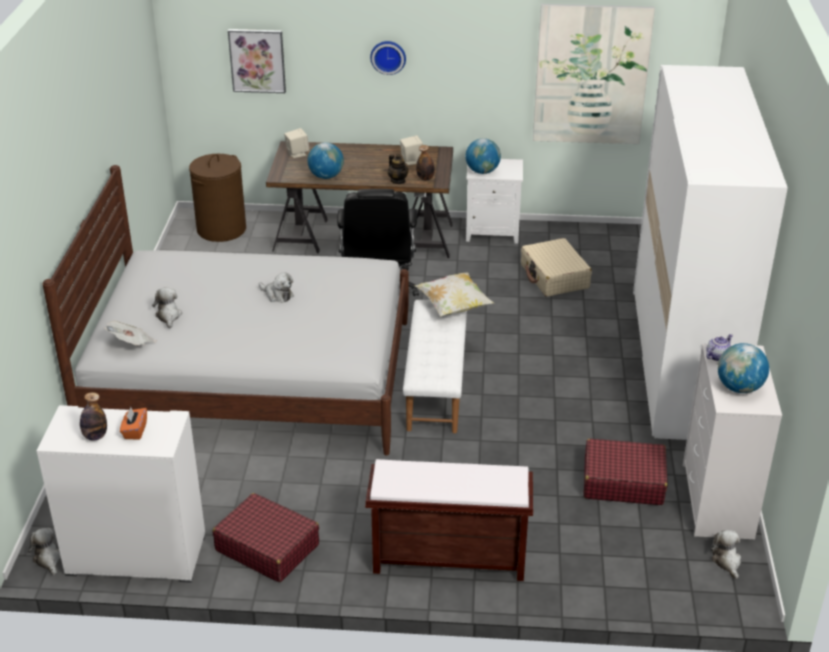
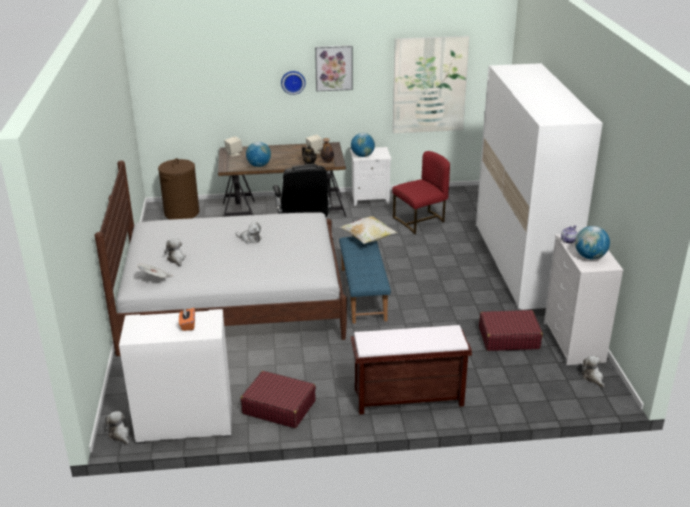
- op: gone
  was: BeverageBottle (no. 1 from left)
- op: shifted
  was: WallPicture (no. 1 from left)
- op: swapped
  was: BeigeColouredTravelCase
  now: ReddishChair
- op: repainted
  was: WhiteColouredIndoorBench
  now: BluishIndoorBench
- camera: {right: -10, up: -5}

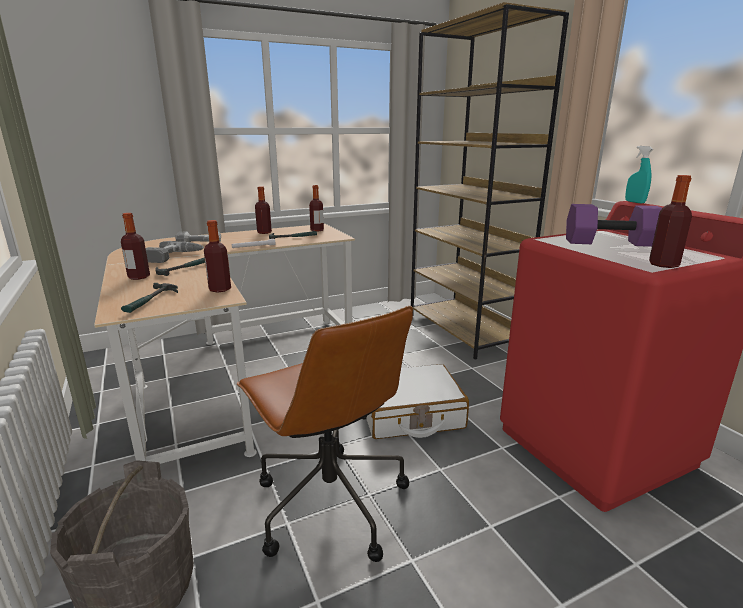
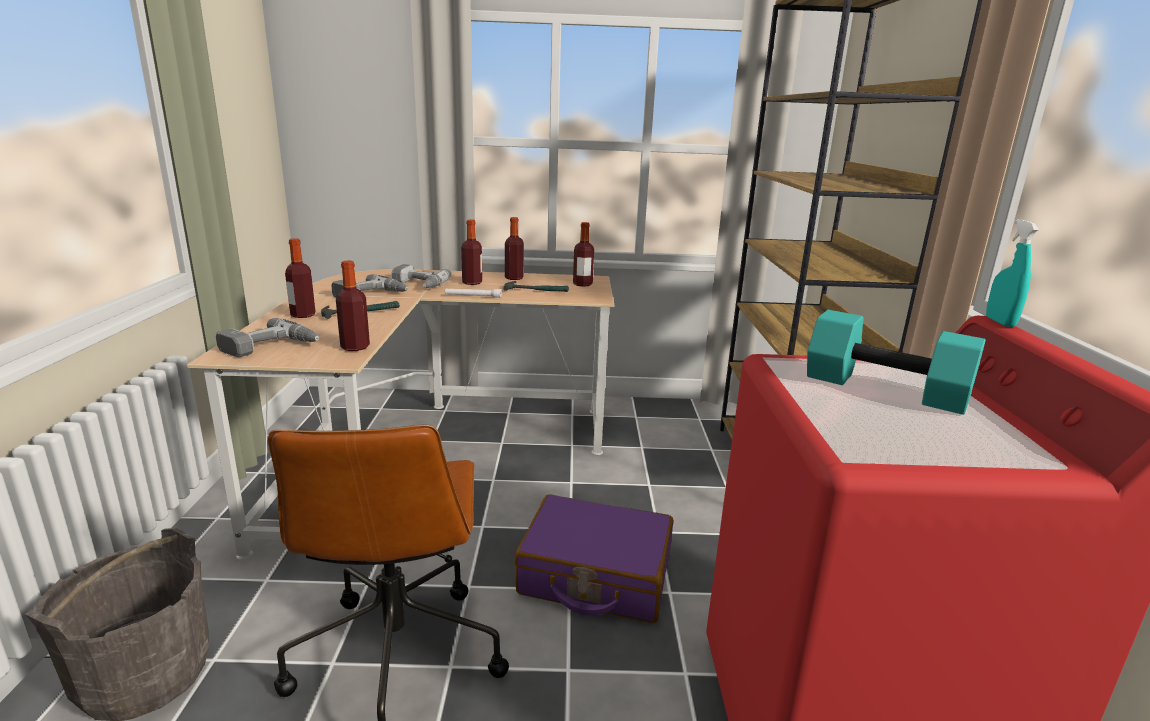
- op: shifted
  was: BeverageBottle (no. 5 from left in the first image)
  now: BeverageBottle (no. 3 from left)
- op: swapped
  was: HandHammer (no. 1 from left)
  now: PowerDrill (no. 1 from left)
- op: repainted
  was: WhiteColouredTravelCase
  now: PurpleColouredTravelCase
- op: repainted
  was: PurpleColouredDumbbell
  now: TurquoiseDumbbell
- camera: {right: 25, up: 0}

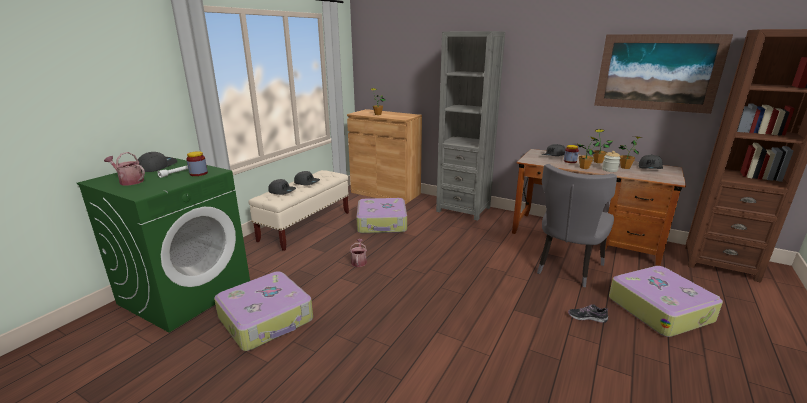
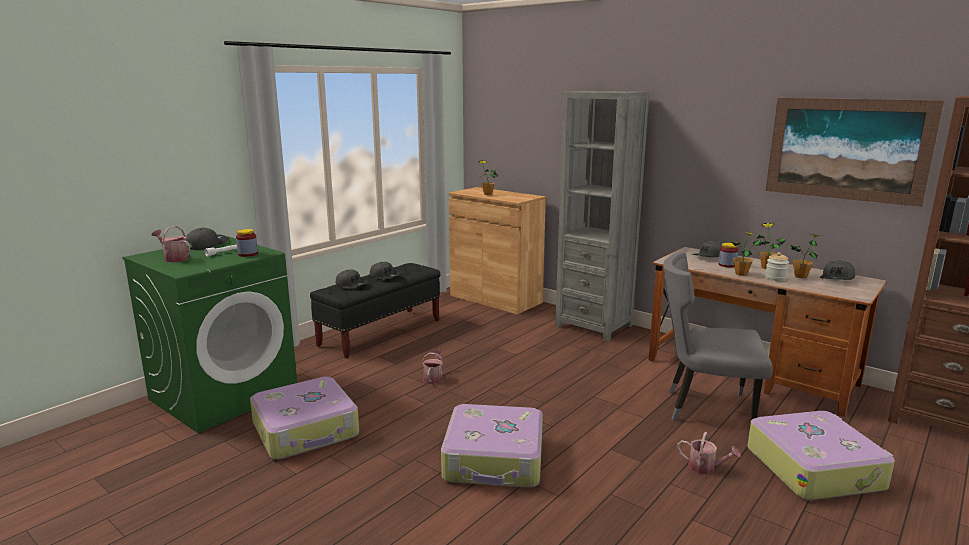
- op: shifted
  was: TravelCase (no. 2 from left)
- op: swapped
  was: ItemOfFootwear
  now: WateringPot (no. 3 from left)
- op: repainted
  was: BeigeColouredIndoorBench
  now: BlackishIndoorBench
- op: rotated
  was: GrayChair
  clockwise: 60
- camera: {right: 10, up: -5}

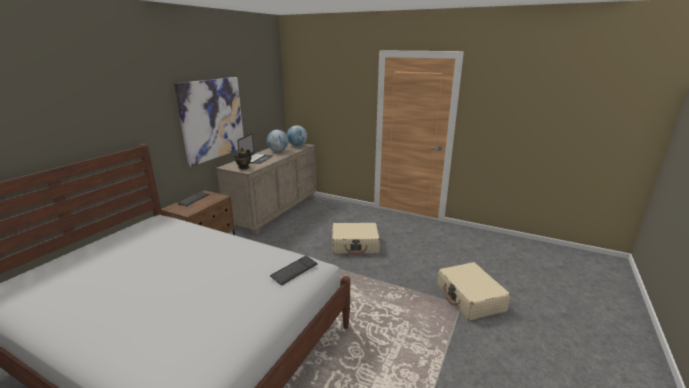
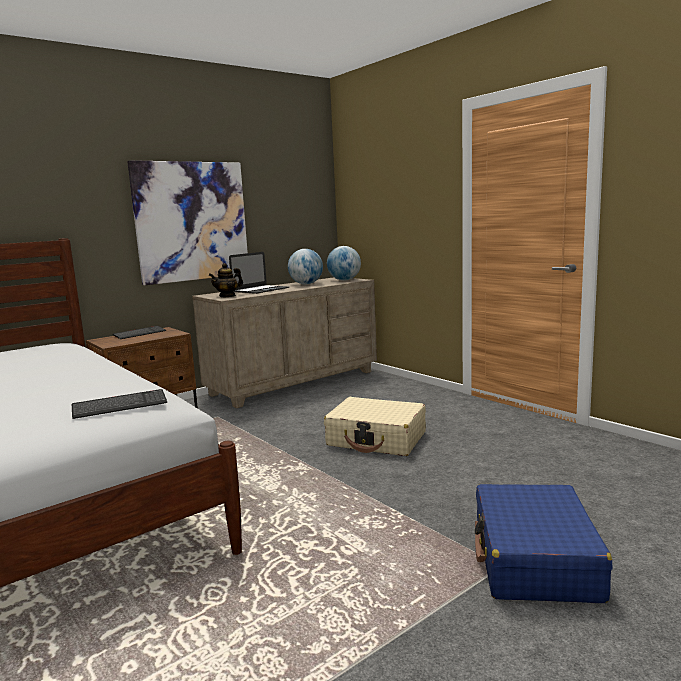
- op: repainted
  was: BeigeColouredTravelCase (no. 2 from left)
  now: BluishTravelCase
- camera: {right: 25, up: -10}

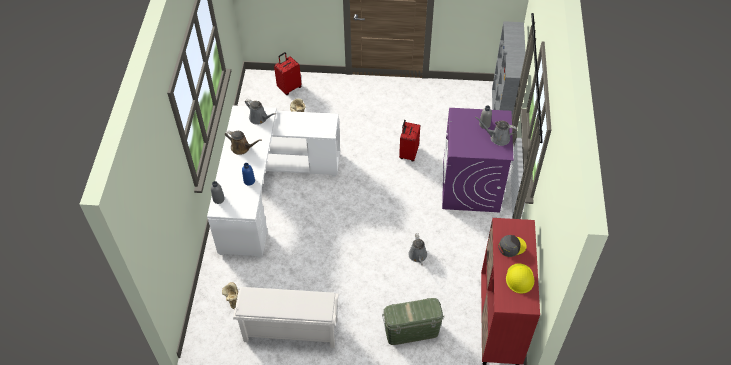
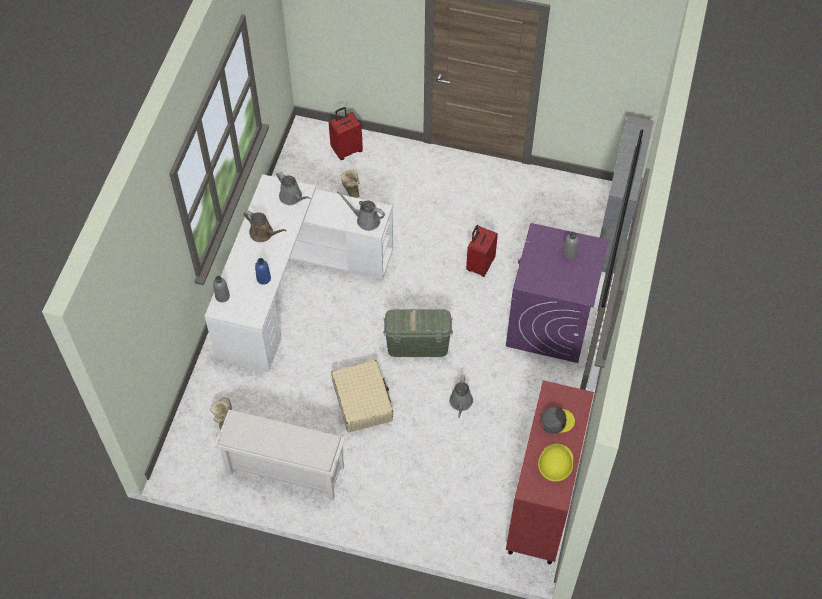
- op: new
  now: BeigeColouredTravelCase
- op: shifted
  was: GreenishStorageContainer
- op: shifted
  was: GrayWateringPot (no. 3 from left in the first image)
  now: GrayWateringPot (no. 2 from left)
- camera: {right: 10, up: 5}

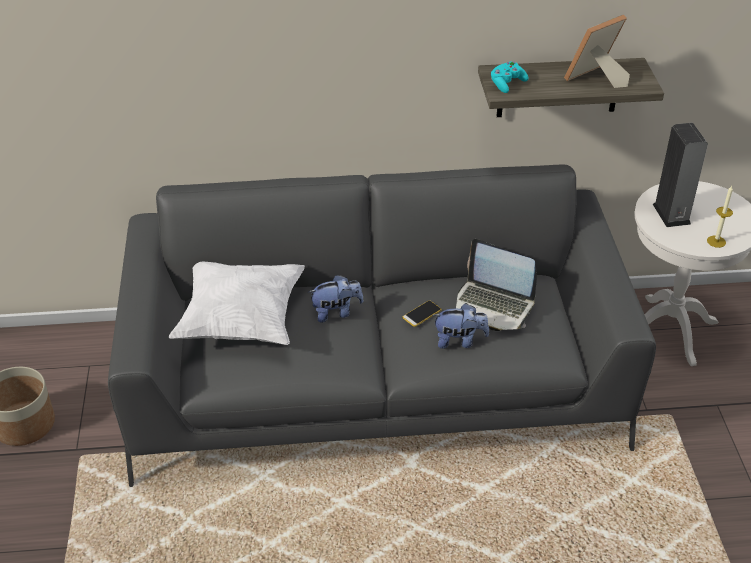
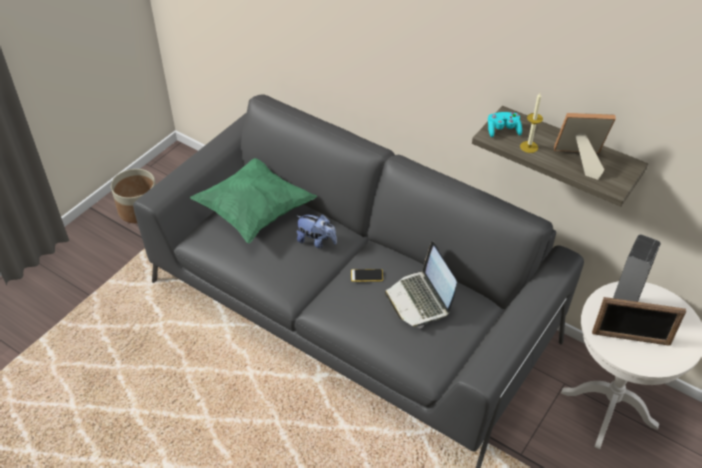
- op: gone
  was: SoftToy (no. 2 from left)
- op: new
  now: PhotoFrame (no. 2 from left)
- op: shifted
  was: WaxCandle
- op: repainted
  was: WhiteColouredThrowPillow
  now: GreenishThrowPillow
- camera: {right: 40, up: 5}

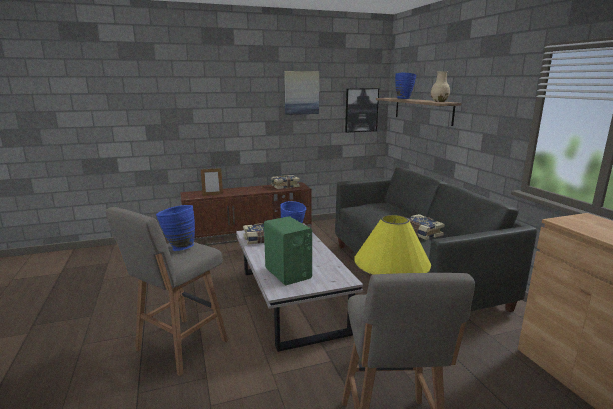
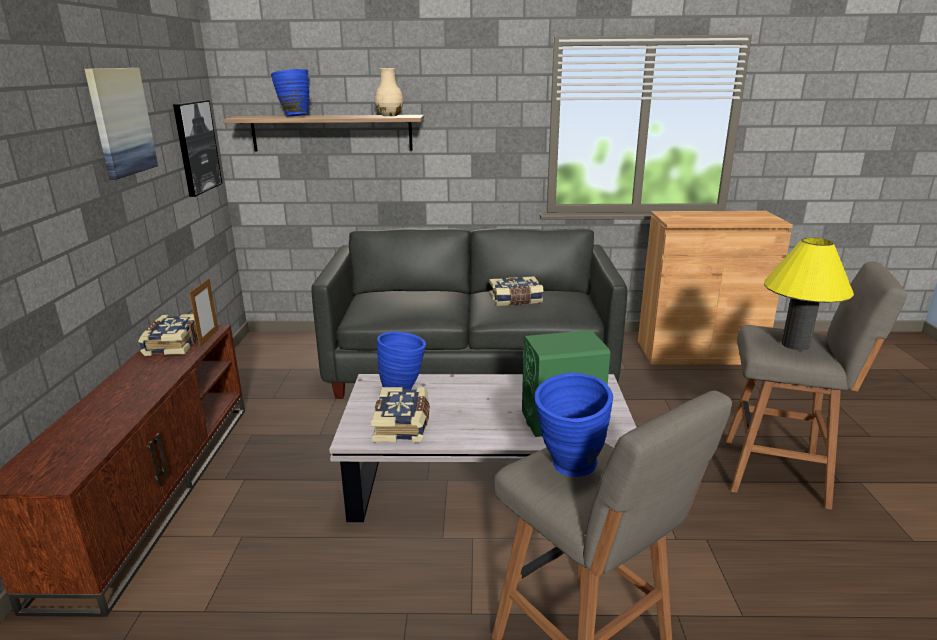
- op: shifted
  was: PhotoFrame
- camera: {right: -70, up: 5}

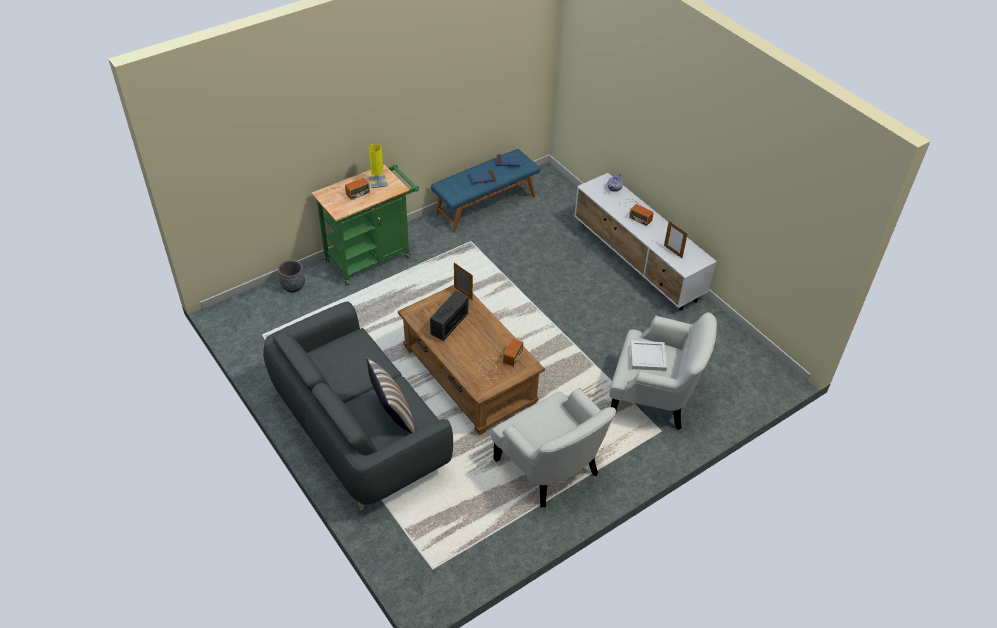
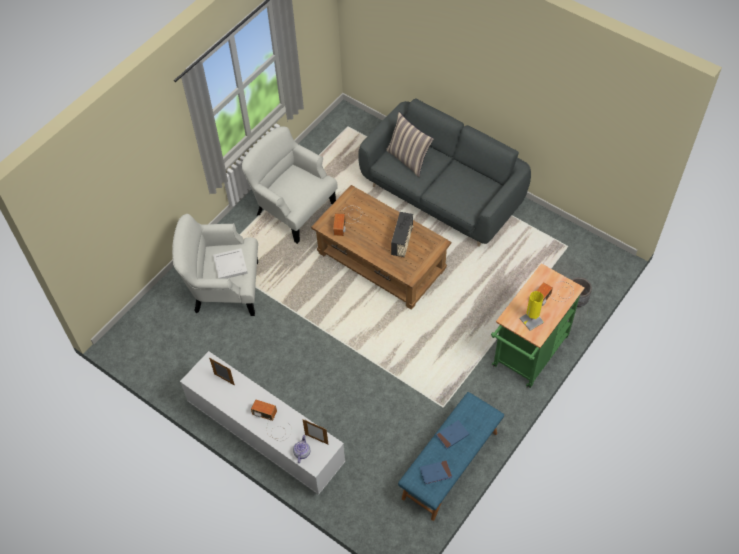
- op: shifted
  was: PhotoFrame (no. 1 from left in the first image)
  now: PhotoFrame (no. 2 from left)
- camera: {right: 165, up: 10}

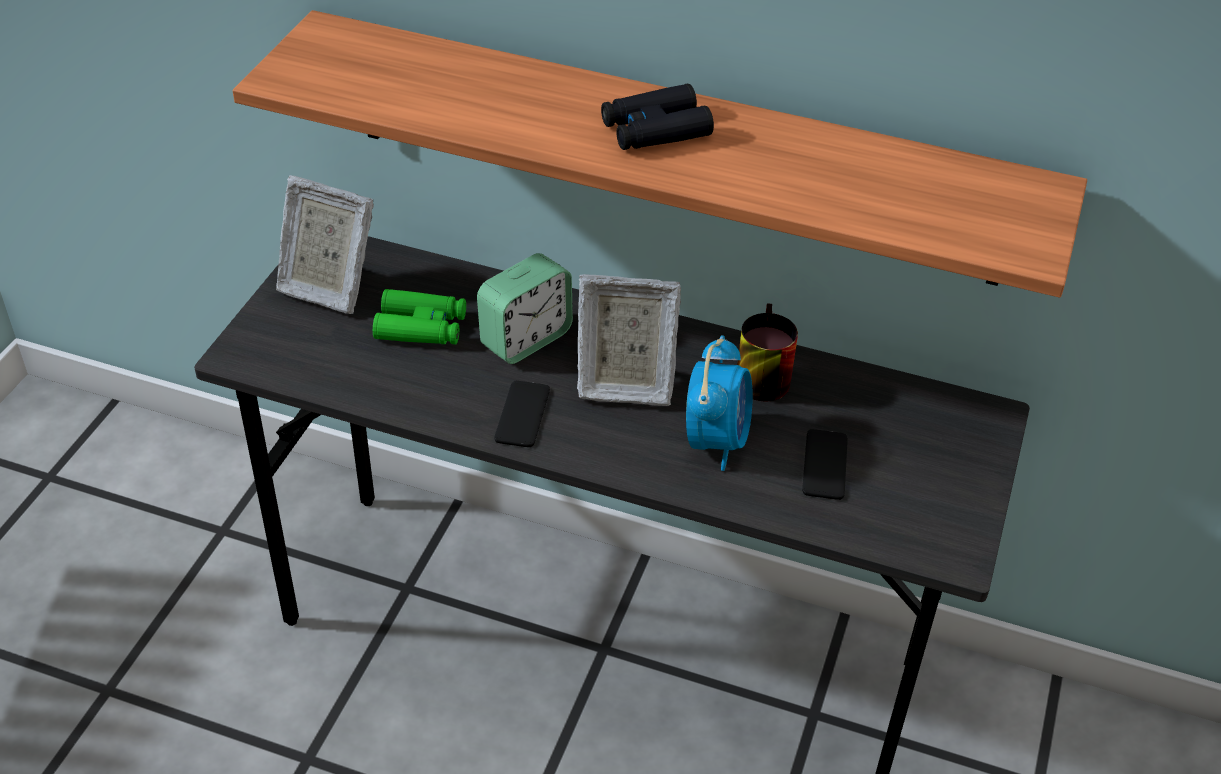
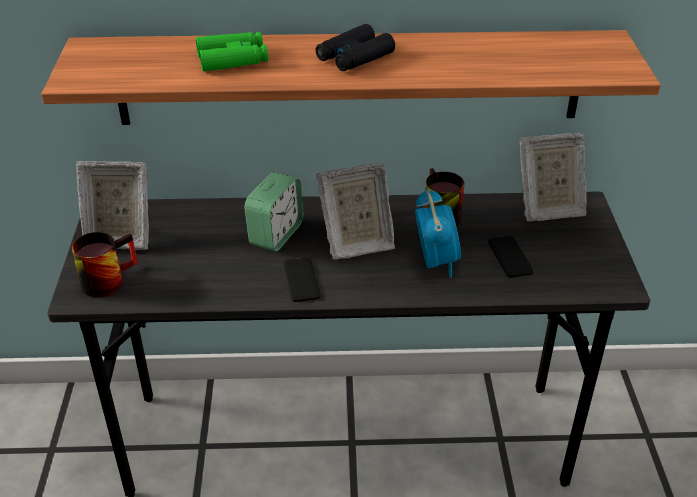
- op: new
  now: Mug (no. 1 from left)
- op: new
  now: PhotoFrame (no. 3 from left)
- op: shifted
  was: GreenishBinoculars
- camera: {right: -20, up: -5}

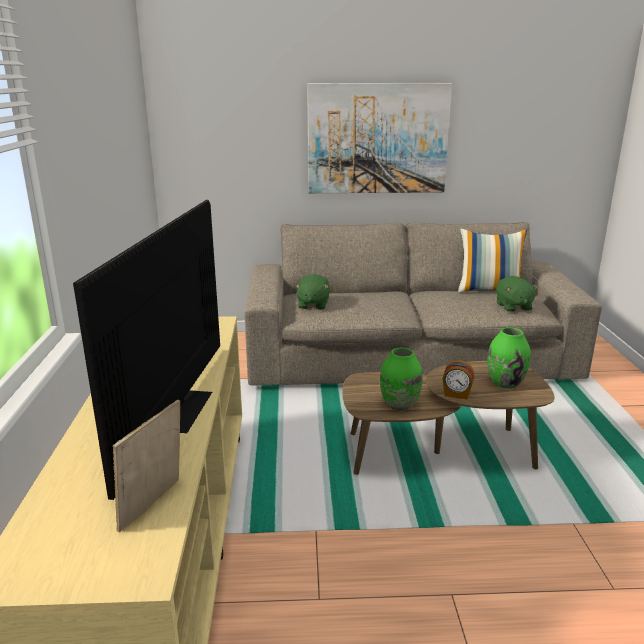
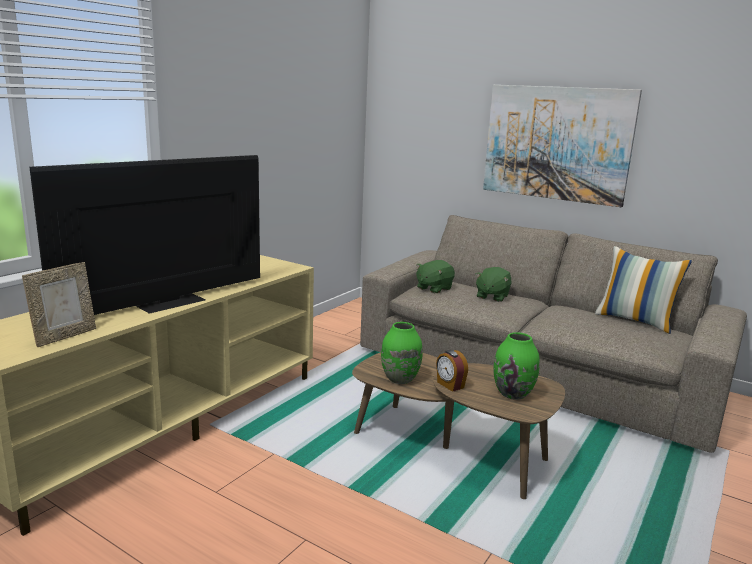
- op: shifted
  was: GreenishSoftToy (no. 2 from left)
- op: rotated
  was: PhotoFrame
  clockwise: 150
- camera: {right: 35, up: -5}

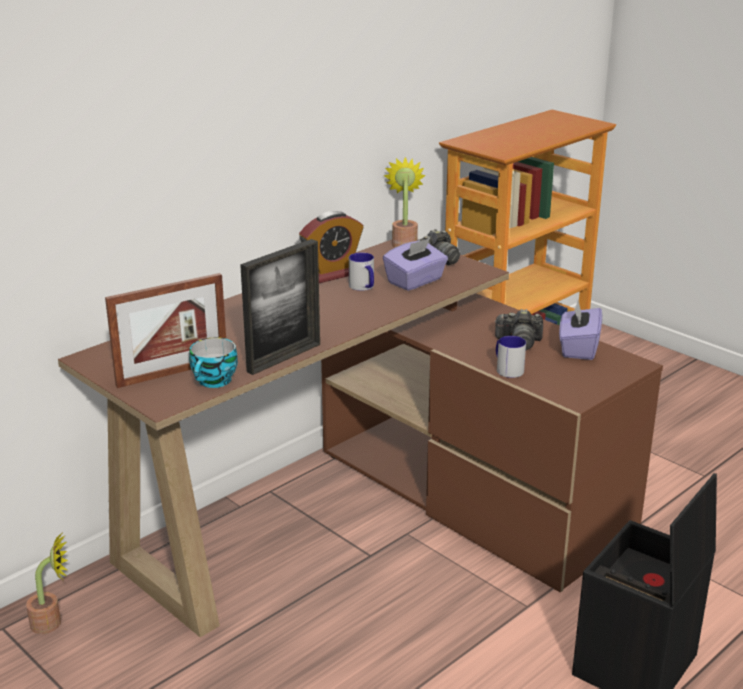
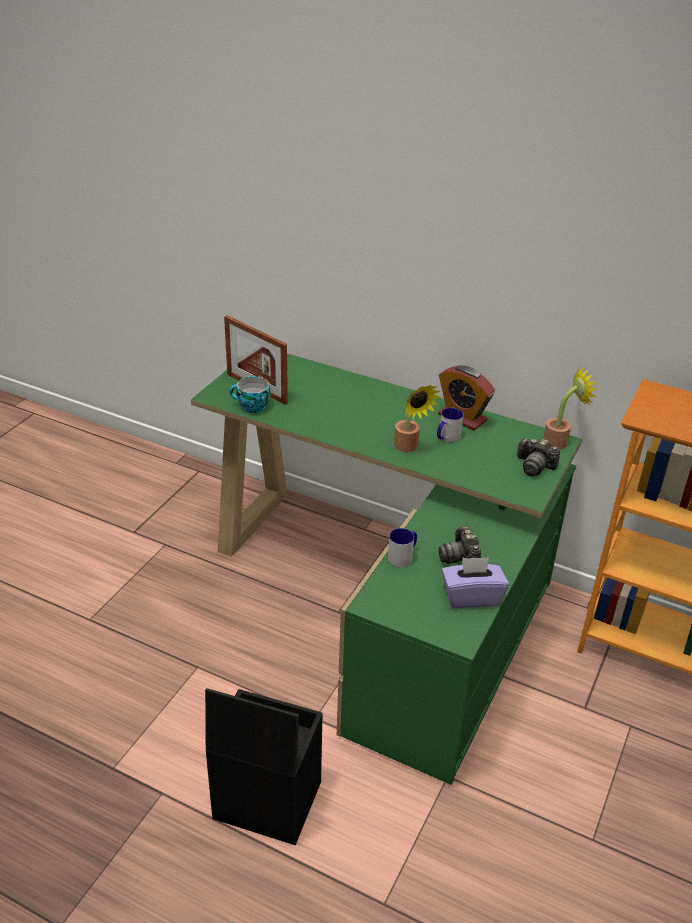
- op: gone
  was: PhotoFrame (no. 2 from left)
- op: gone
  was: PurpleColouredTissueBox (no. 1 from left)
- op: shifted
  was: Houseplant (no. 1 from left)
- op: repainted
  was: BrownColouredDeskUnit
  now: GreenishDeskUnit
- camera: {right: 70, up: 10}

